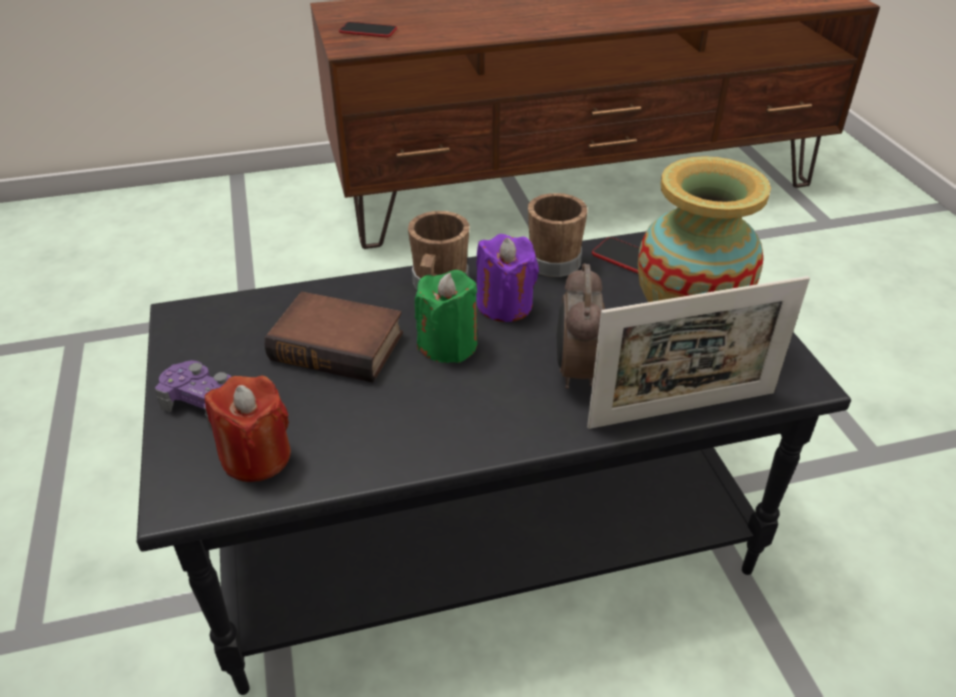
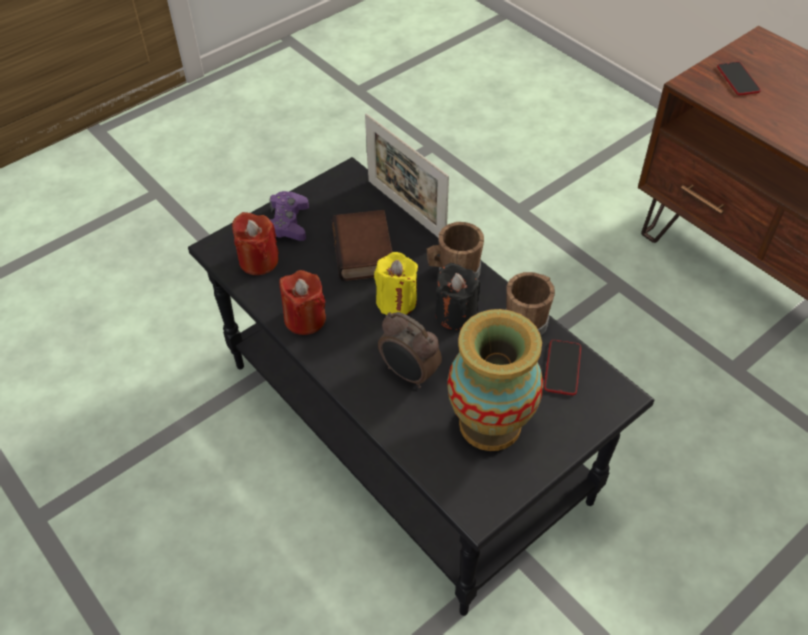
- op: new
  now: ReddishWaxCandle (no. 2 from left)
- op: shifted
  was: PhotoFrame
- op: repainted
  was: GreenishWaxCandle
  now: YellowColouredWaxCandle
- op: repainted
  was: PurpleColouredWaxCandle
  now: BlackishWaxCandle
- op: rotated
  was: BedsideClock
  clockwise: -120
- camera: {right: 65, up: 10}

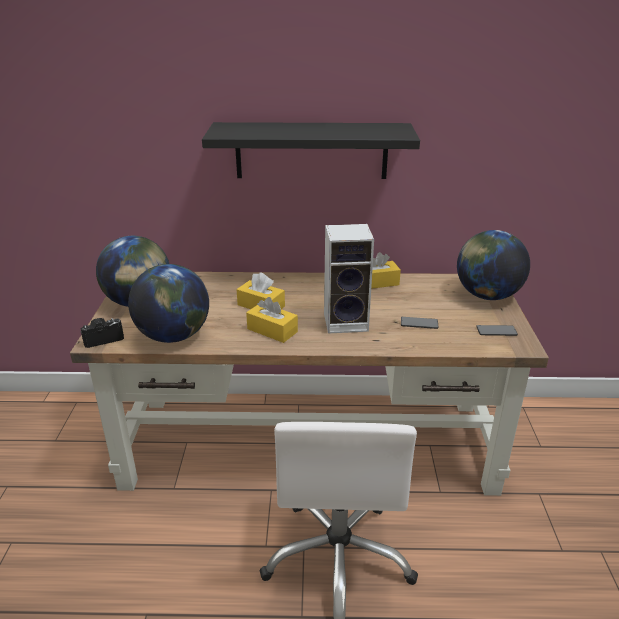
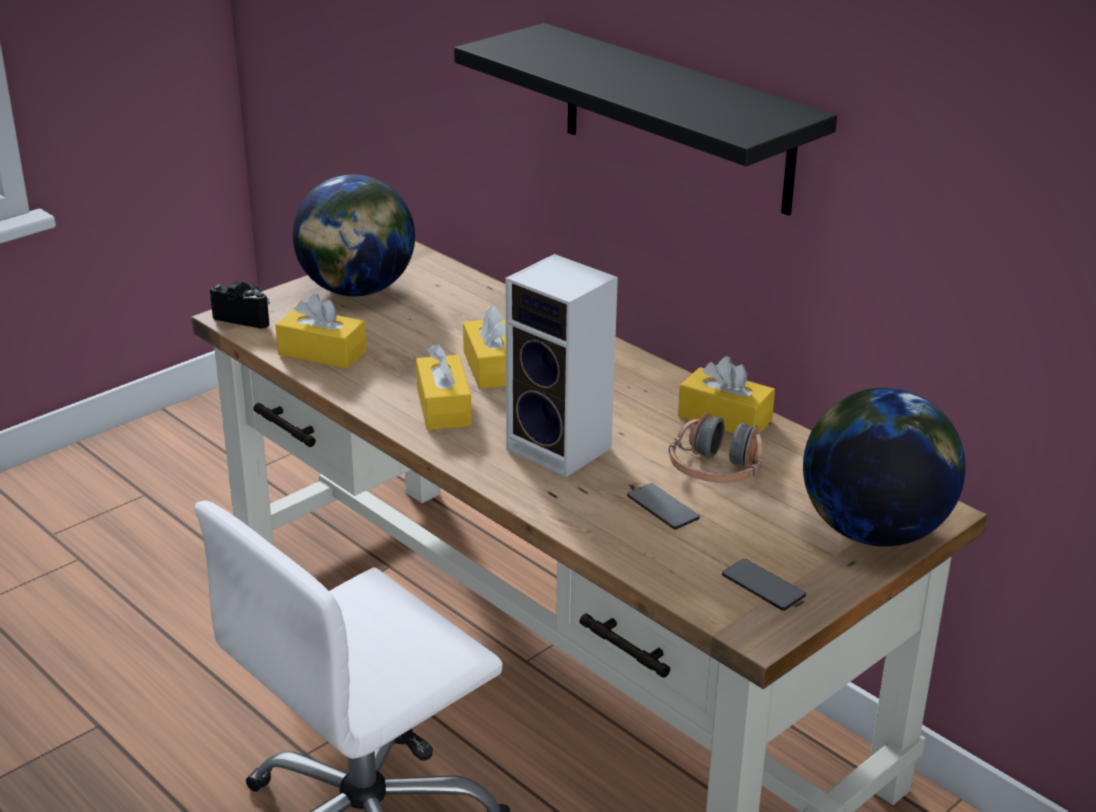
- op: new
  now: PairOfHeadphones
- op: swapped
  was: WorldGlobe (no. 2 from left)
  now: YellowColouredTissueBox (no. 1 from left)
- camera: {right: 45, up: 0}

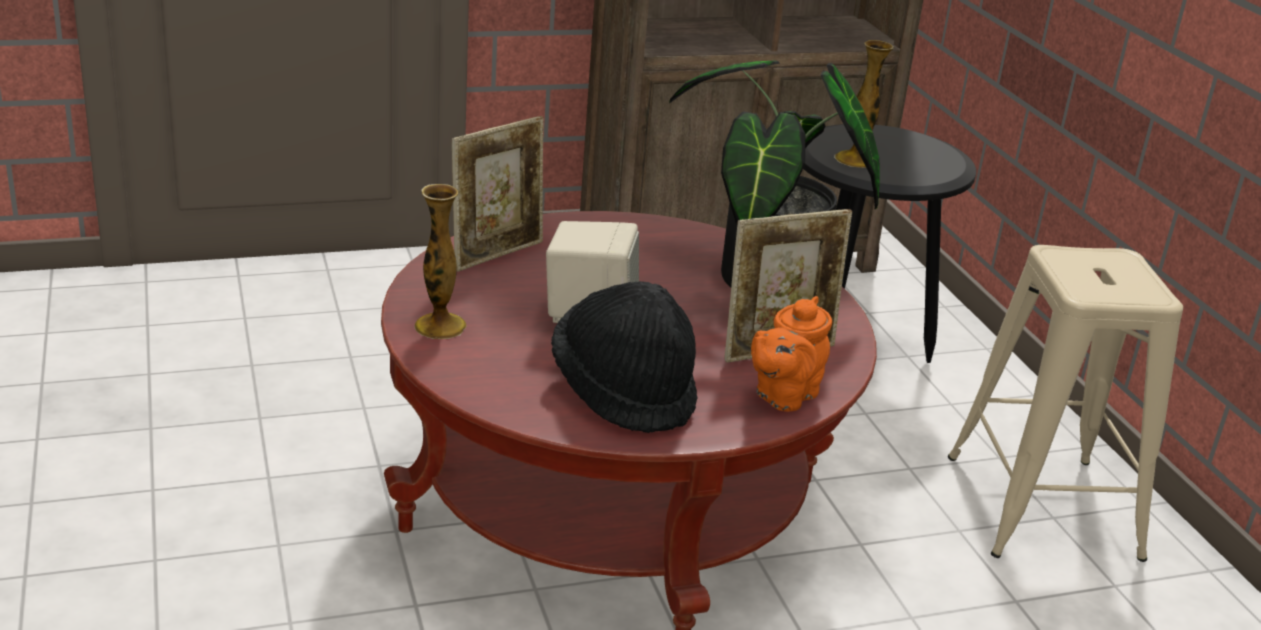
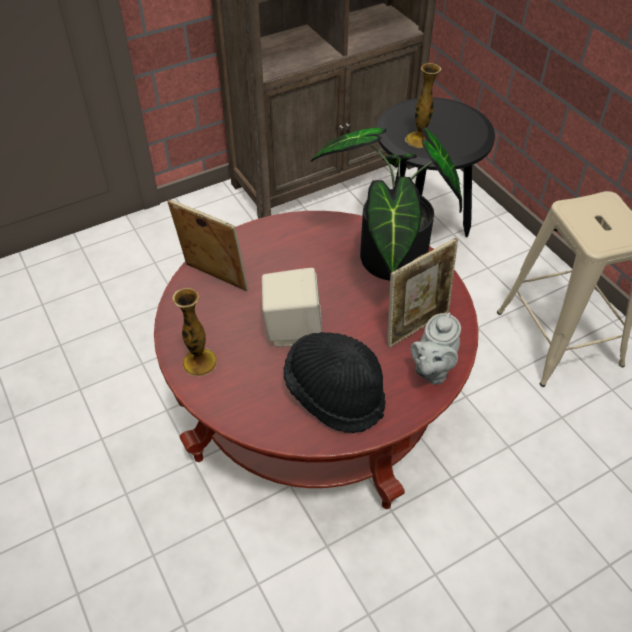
- op: repainted
  was: OrangePotForTea
  now: GrayPotForTea
- op: rotated
  was: PhotoFrame (no. 1 from left)
  clockwise: -90
- camera: {right: -10, up: 20}

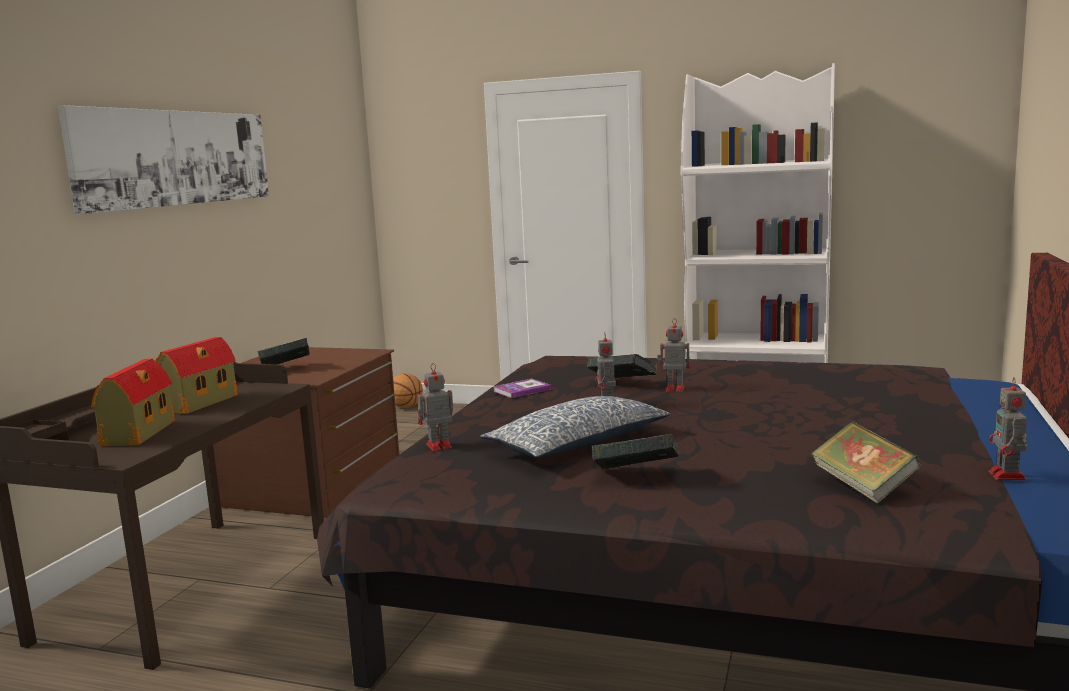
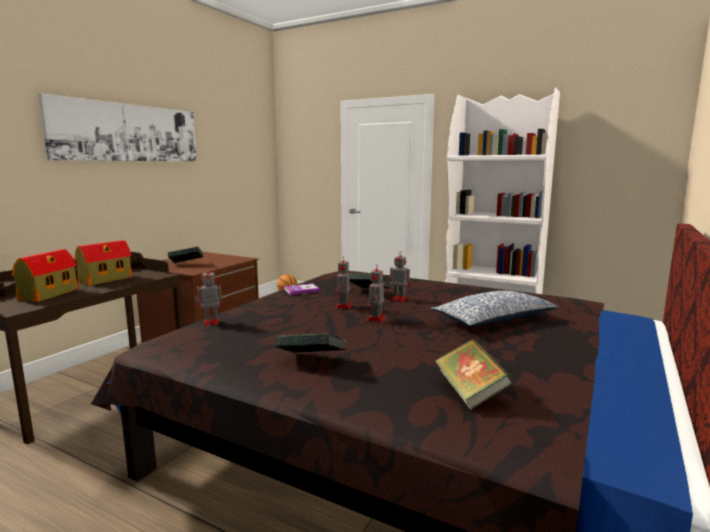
- op: shifted
  was: ThrowPillow
- op: shifted
  was: ToyRobot (no. 4 from left in the first image)
  now: ToyRobot (no. 3 from left)
- camera: {right: 10, up: 0}

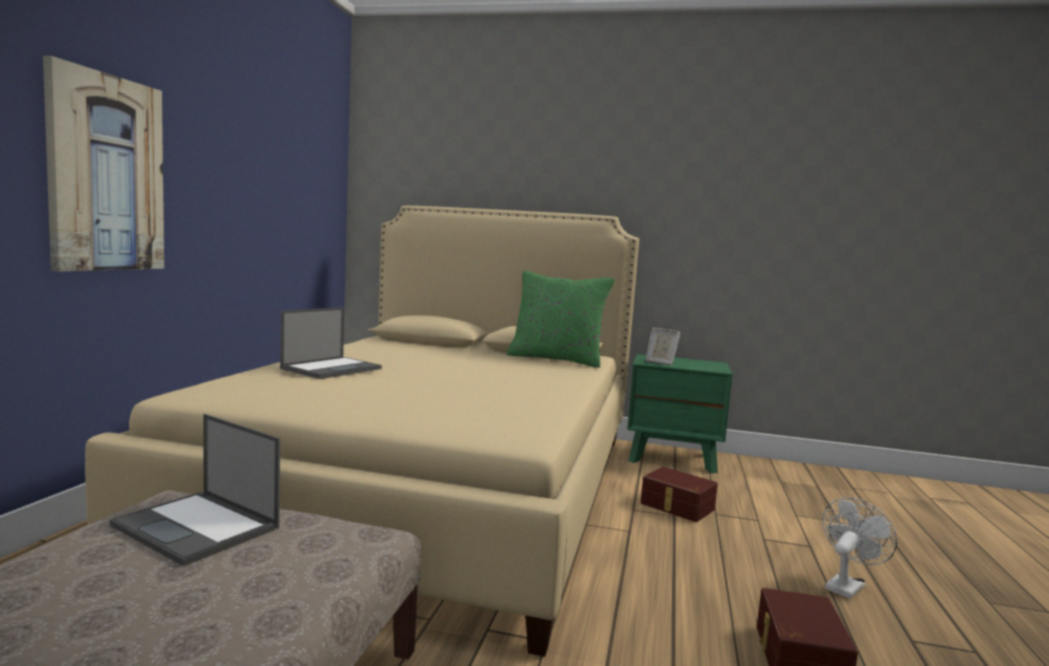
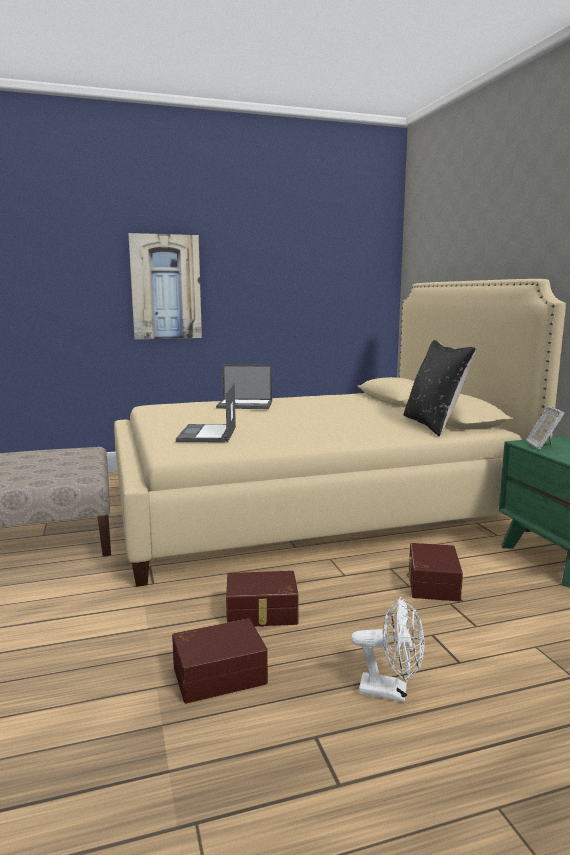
- op: new
  now: BrownColouredStorageContainer (no. 2 from left)
- op: shifted
  was: NotebookComputer (no. 1 from left)
- op: repainted
  was: GreenishThrowPillow
  now: BlackishThrowPillow
- camera: {right: 60, up: 5}

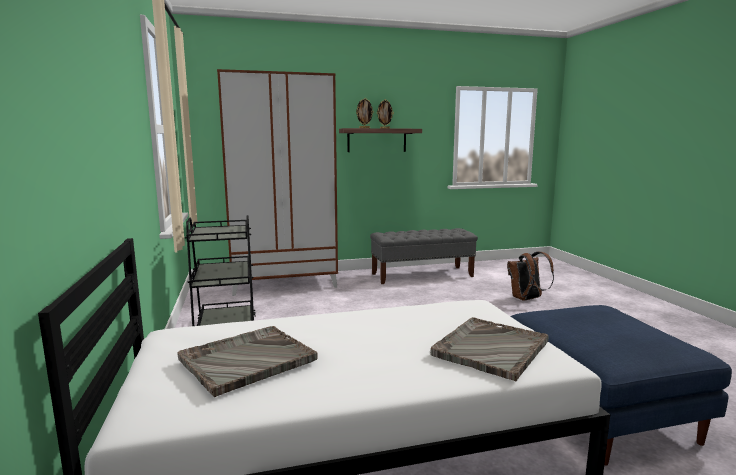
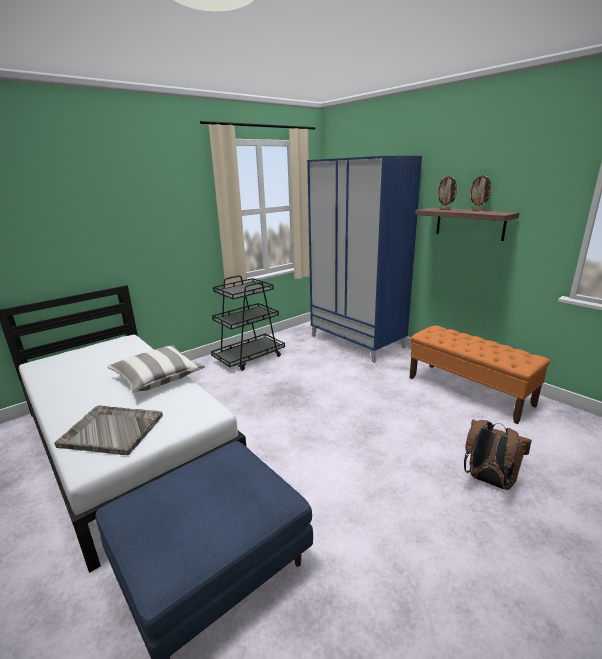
- op: gone
  was: GrayTray (no. 1 from left)
- op: new
  now: ThrowPillow
- op: repainted
  was: BrownColouredArmoire
  now: BluishArmoire
- op: repainted
  was: GrayIndoorBench
  now: OrangeIndoorBench
- camera: {right: 65, up: 10}

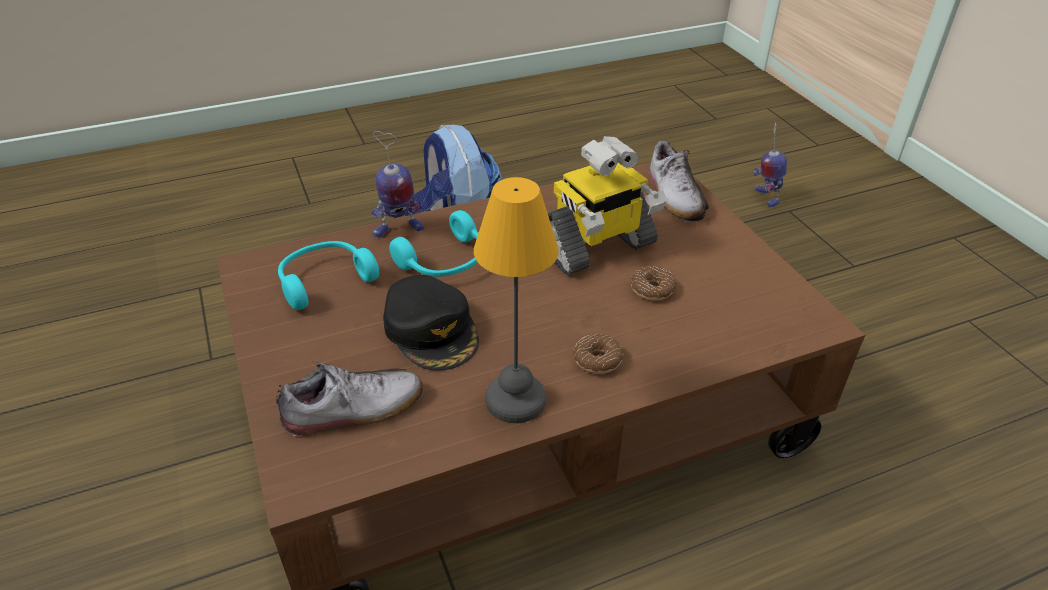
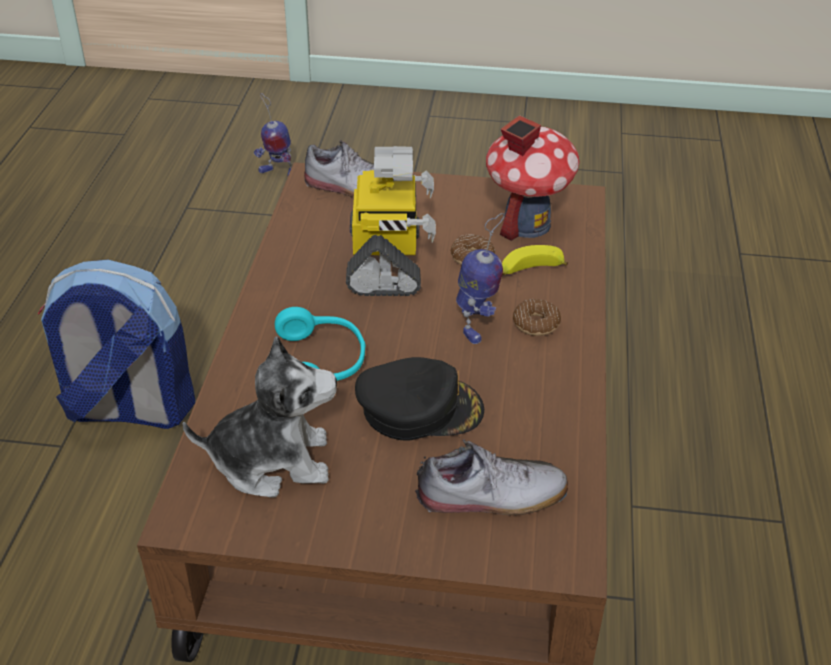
- op: gone
  was: TabletopLamp
- op: new
  now: ModelHouse
- op: new
  now: BananaFruit
- op: shifted
  was: ToyRobot (no. 1 from left in the first image)
  now: ToyRobot (no. 3 from left)
- op: swapped
  was: TurquoisePairOfHeadphones (no. 1 from left)
  now: SoftToy
- op: rotated
  was: ItemOfFootwear (no. 1 from left in the first image)
  clockwise: 75
- camera: {right: -60, up: 0}

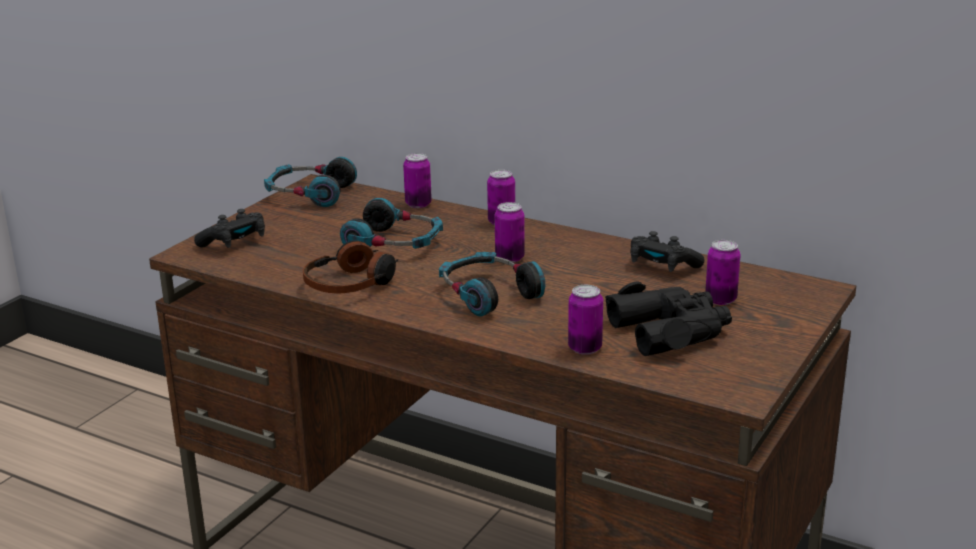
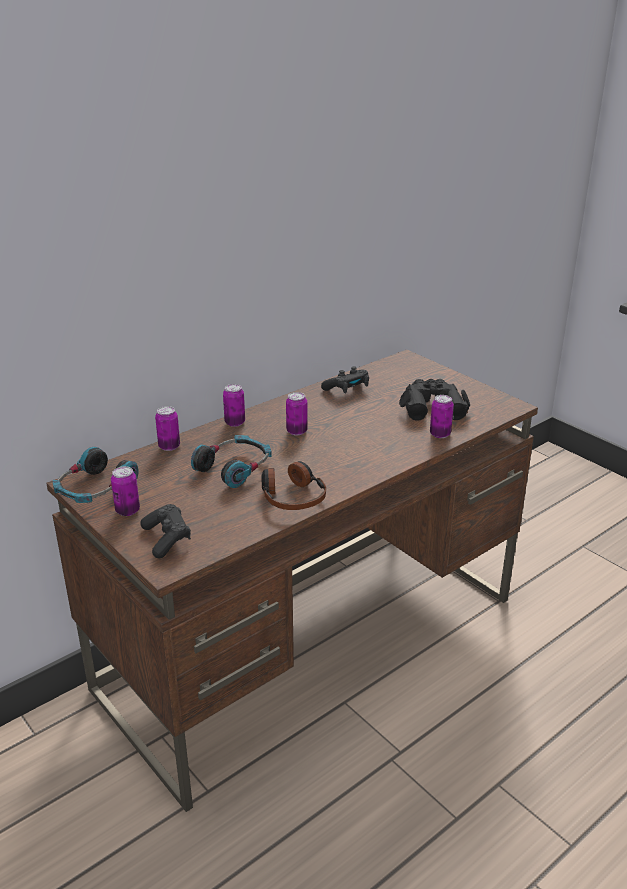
- op: gone
  was: PairOfHeadphones (no. 4 from left)
- op: shifted
  was: Can (no. 5 from left in the first image)
  now: Can (no. 1 from left)
- camera: {right: -70, up: 5}

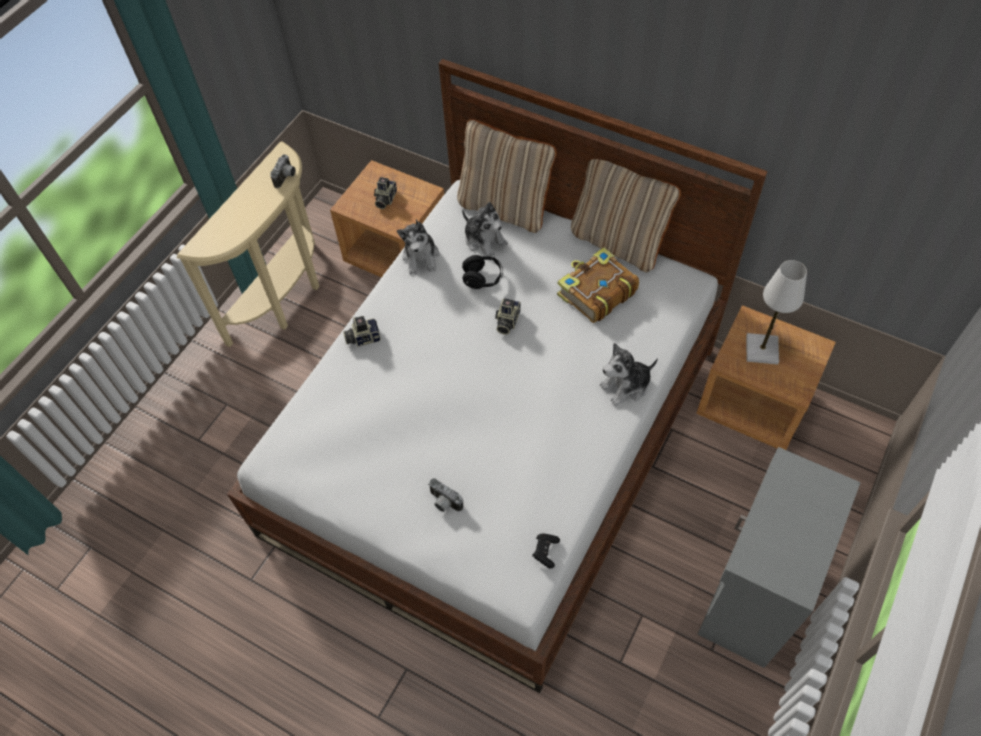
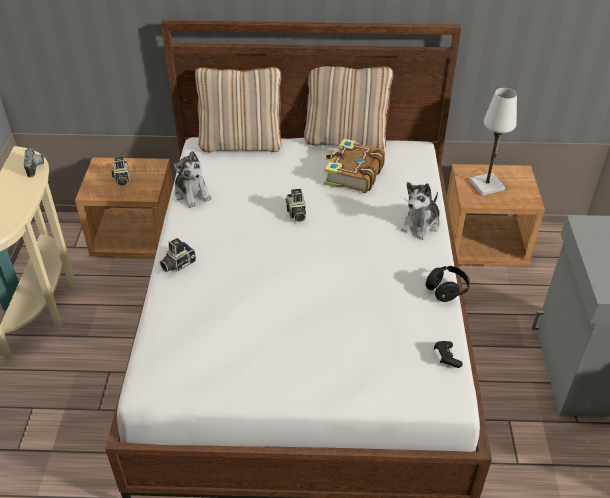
- op: gone
  was: PhotoCamera (no. 4 from left)
- op: gone
  was: SoftToy (no. 2 from left)
- op: shifted
  was: BlackishPairOfHeadphones
- camera: {right: -30, up: -15}

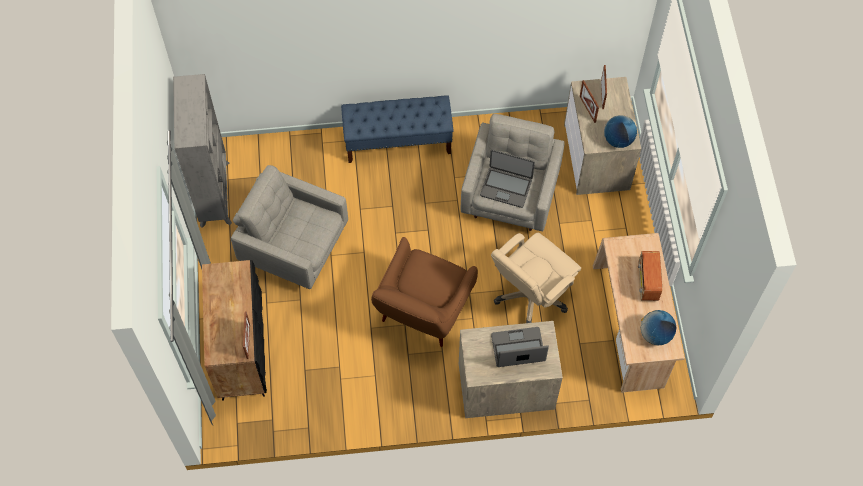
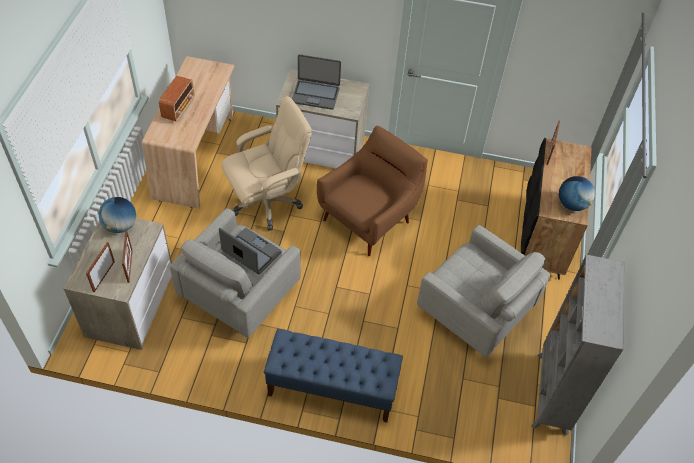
- op: shifted
  was: WorldGlobe (no. 2 from left)
- camera: {right: -165, up: -10}

